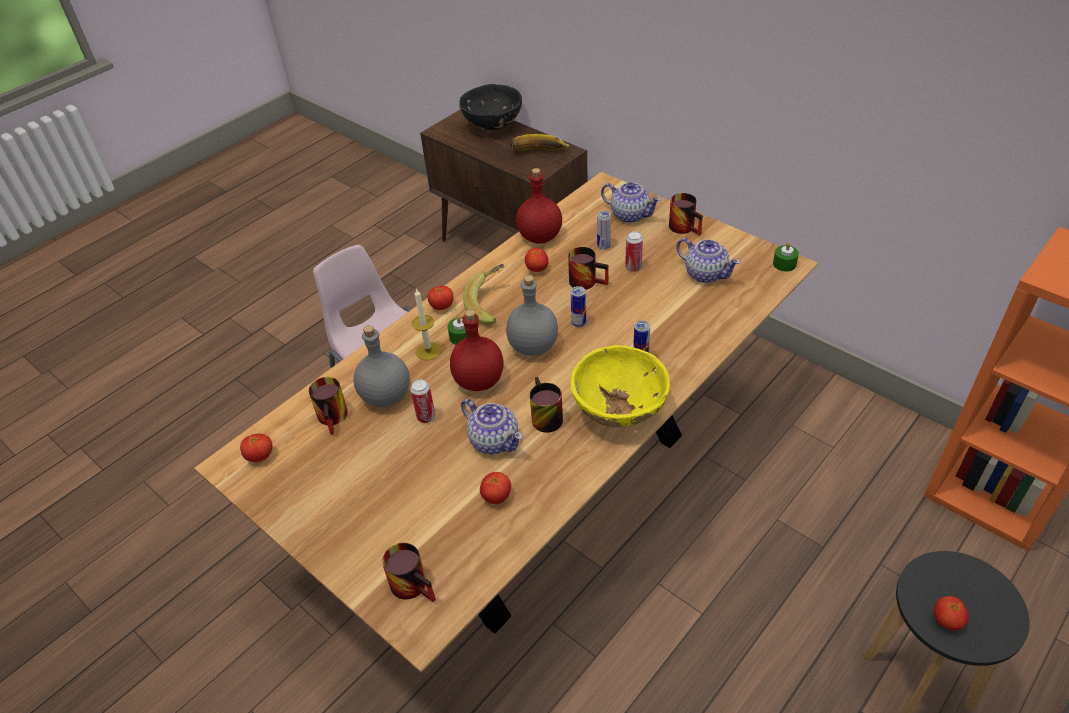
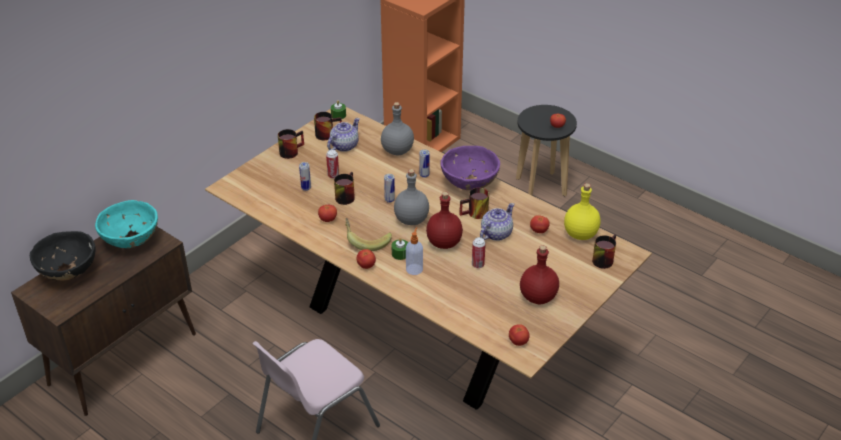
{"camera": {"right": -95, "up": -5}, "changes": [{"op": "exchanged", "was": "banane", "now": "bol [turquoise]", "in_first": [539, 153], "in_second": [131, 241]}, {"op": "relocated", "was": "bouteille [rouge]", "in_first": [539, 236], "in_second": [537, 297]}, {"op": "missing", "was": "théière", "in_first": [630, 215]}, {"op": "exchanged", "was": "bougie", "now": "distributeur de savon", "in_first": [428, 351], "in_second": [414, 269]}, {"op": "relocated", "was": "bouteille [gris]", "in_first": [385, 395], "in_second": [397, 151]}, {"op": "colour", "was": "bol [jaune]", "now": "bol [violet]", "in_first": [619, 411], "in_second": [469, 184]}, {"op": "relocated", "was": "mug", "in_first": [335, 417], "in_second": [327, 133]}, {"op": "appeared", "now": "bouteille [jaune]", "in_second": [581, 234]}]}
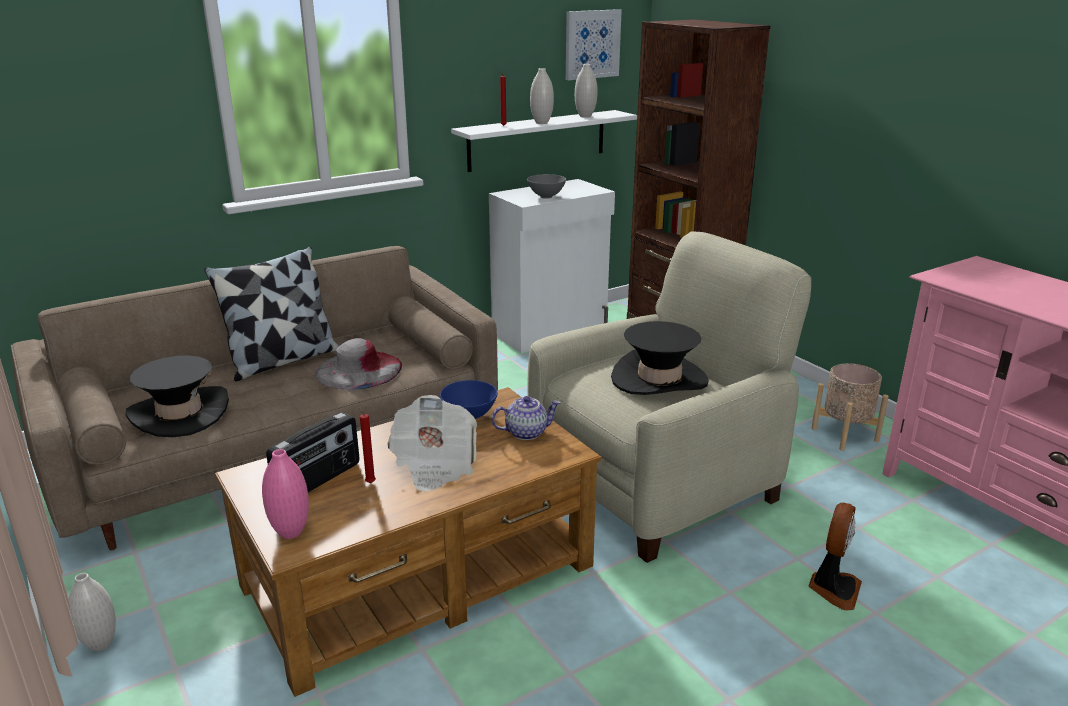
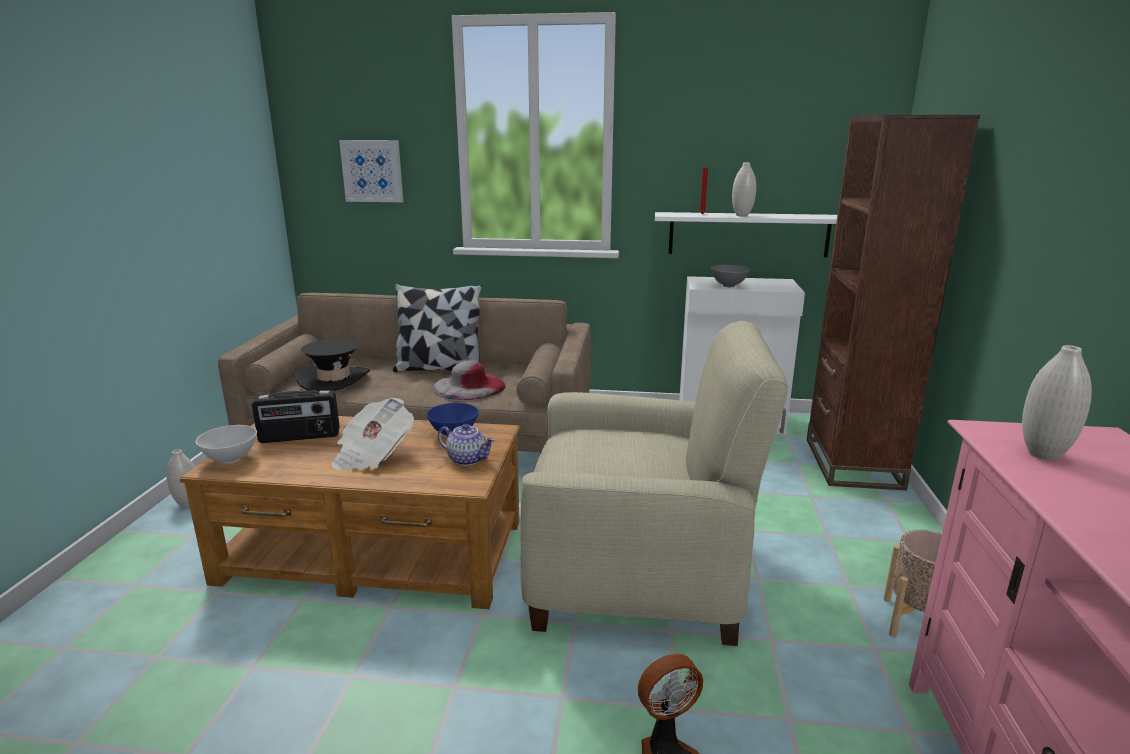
{"camera": {"right": 40, "up": -5}, "changes": [{"op": "relocated", "was": "tableau", "in_first": [592, 44], "in_second": [372, 171]}, {"op": "relocated", "was": "vase [blanc]", "in_first": [585, 116], "in_second": [1043, 455]}, {"op": "missing", "was": "chapeau [noir]", "in_first": [659, 379]}, {"op": "missing", "was": "bougie [rouge]", "in_first": [369, 482]}, {"op": "exchanged", "was": "vase [rose]", "now": "bol [blanc]", "in_first": [290, 532], "in_second": [230, 459]}]}
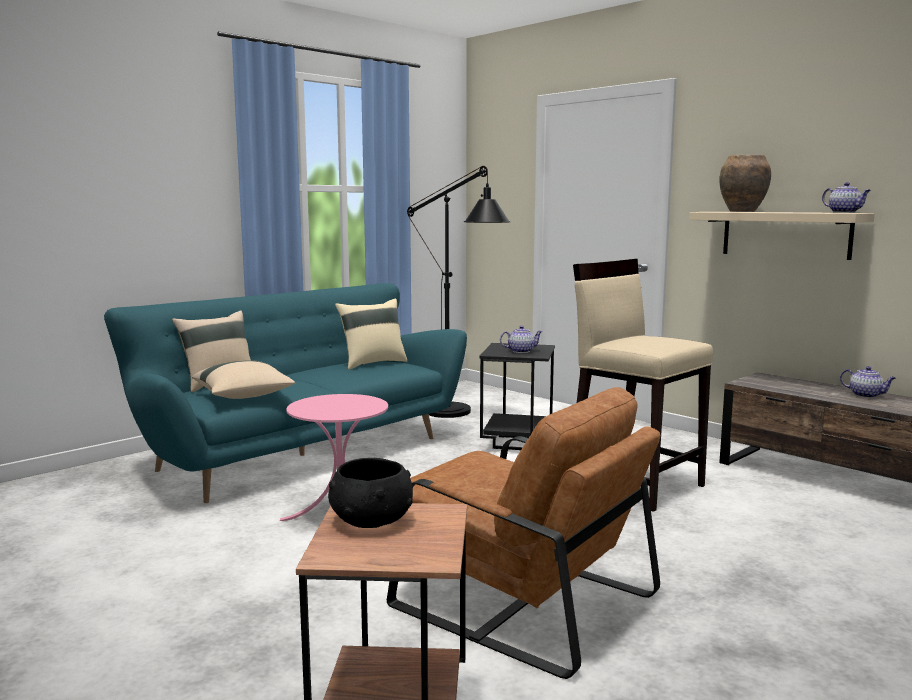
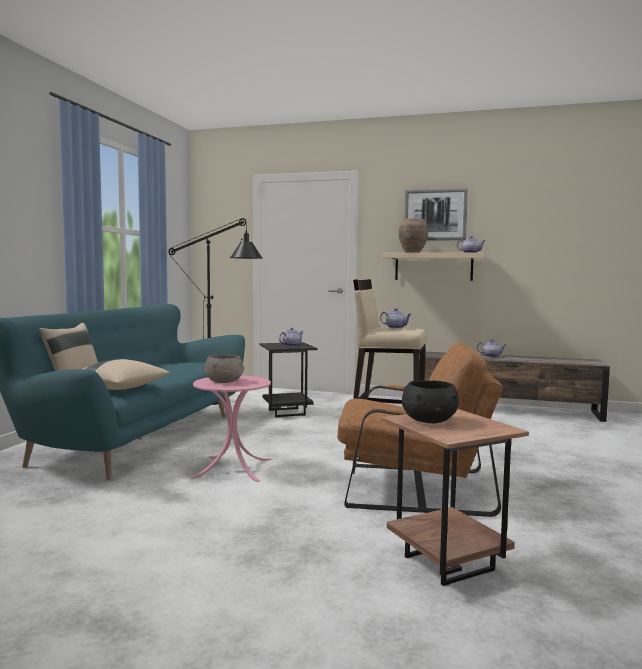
{"camera": {"right": -30, "up": -5}, "changes": [{"op": "missing", "was": "coussin [beige]", "in_first": [372, 363]}, {"op": "appeared", "now": "tableau", "in_second": [435, 215]}, {"op": "appeared", "now": "théière", "in_second": [395, 327]}, {"op": "appeared", "now": "bol [gris]", "in_second": [225, 381]}]}
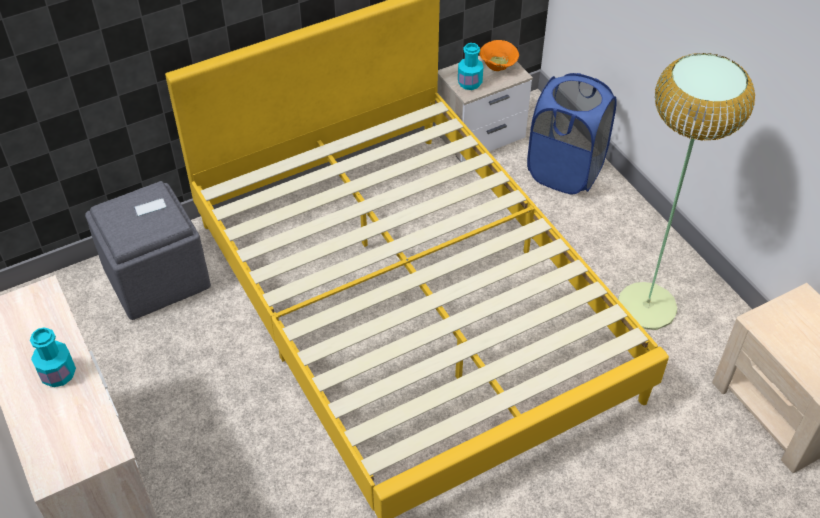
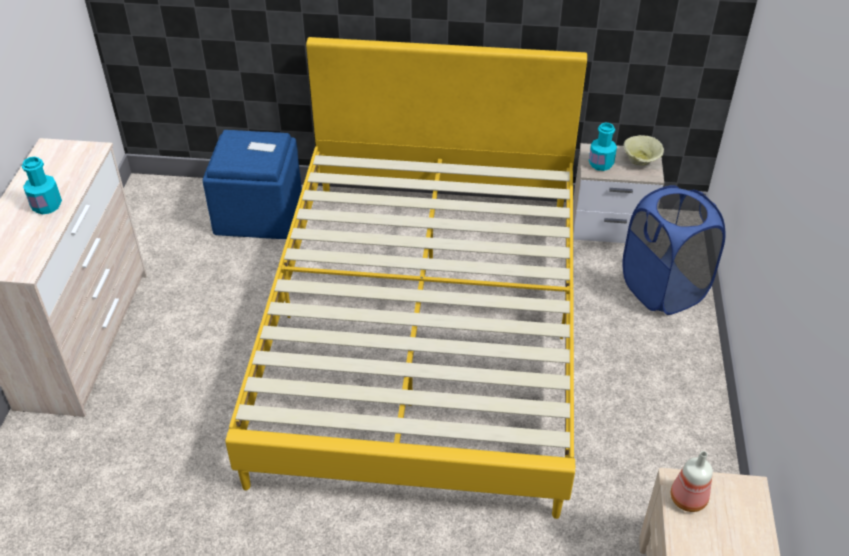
{"camera": {"right": 35, "up": -5}, "changes": [{"op": "colour", "was": "bol [orange]", "now": "bol [beige]", "in_first": [499, 65], "in_second": [641, 161]}, {"op": "missing", "was": "lampadaire", "in_first": [646, 306]}, {"op": "colour", "was": "pouf [gris]", "now": "pouf [bleu]", "in_first": [157, 275], "in_second": [259, 213]}, {"op": "appeared", "now": "bouteille", "in_second": [686, 498]}]}
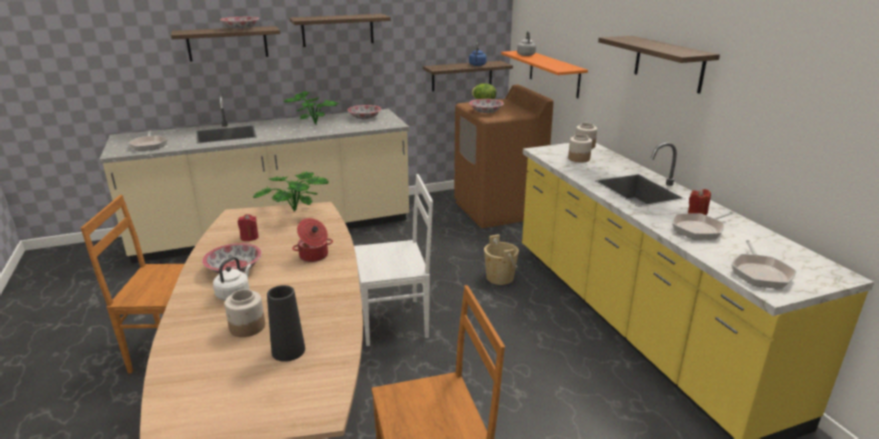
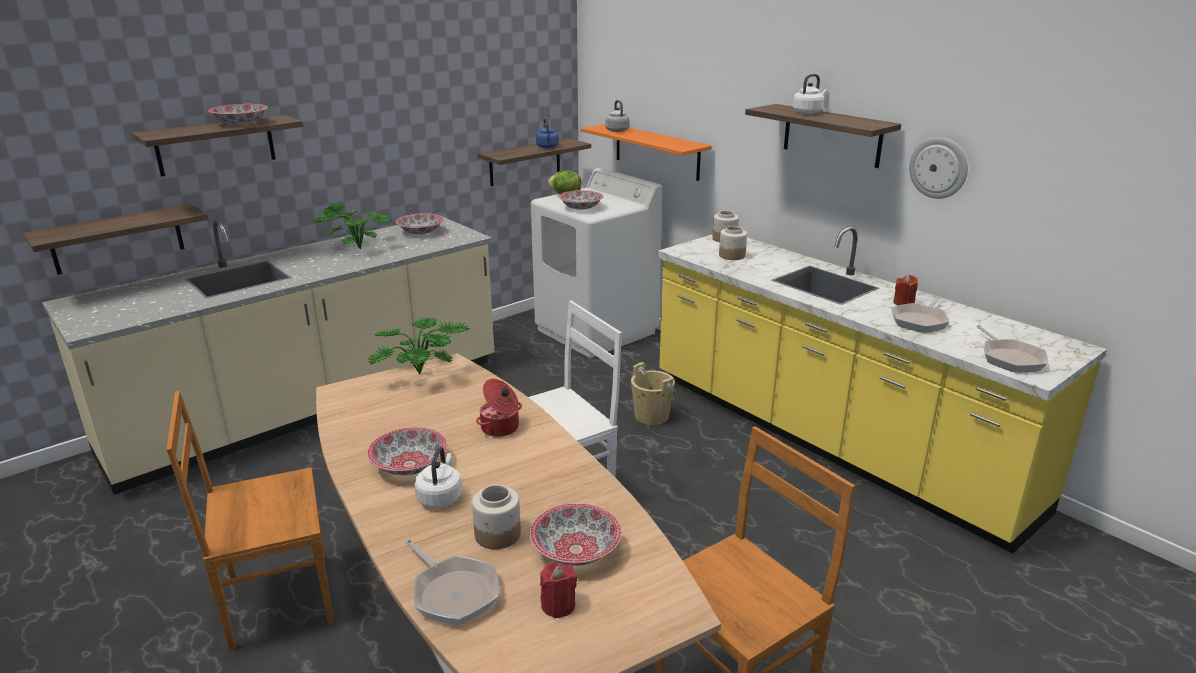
{"camera": {"right": -20, "up": 0}, "changes": [{"op": "relocated", "was": "étagère", "in_first": [337, 30], "in_second": [117, 239]}, {"op": "colour", "was": "lave-linge [marron]", "now": "lave-linge [blanc]", "in_first": [498, 210], "in_second": [596, 331]}, {"op": "relocated", "was": "poêle", "in_first": [149, 145], "in_second": [453, 592]}, {"op": "relocated", "was": "bougie [rouge]", "in_first": [249, 237], "in_second": [558, 605]}, {"op": "exchanged", "was": "vase [noir]", "now": "bol", "in_first": [288, 351], "in_second": [576, 551]}, {"op": "appeared", "now": "bouilloire [blanc]", "in_second": [808, 112]}, {"op": "appeared", "now": "horloge murale", "in_second": [938, 168]}]}
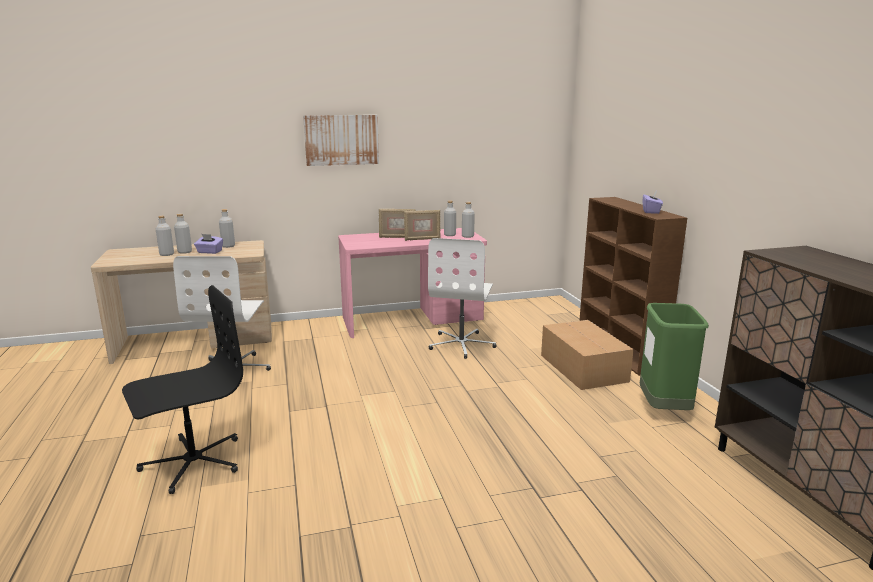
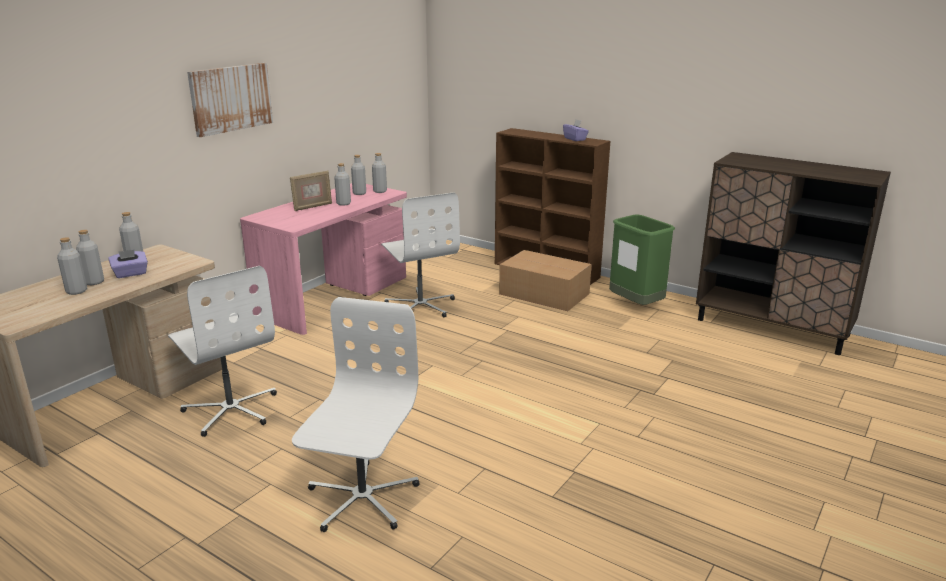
{"camera": {"right": -40, "up": 5}, "changes": [{"op": "exchanged", "was": "cadre photo", "now": "bouteille [gris]", "in_first": [422, 239], "in_second": [343, 203]}, {"op": "colour", "was": "chaise de bureau [noir]", "now": "chaise de bureau [blanc]", "in_first": [192, 462], "in_second": [361, 498]}]}
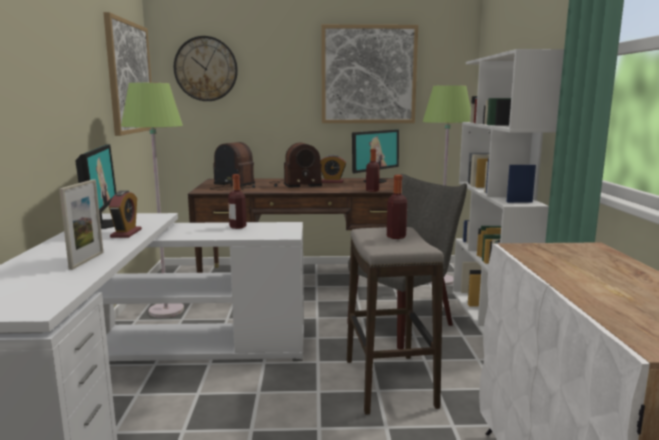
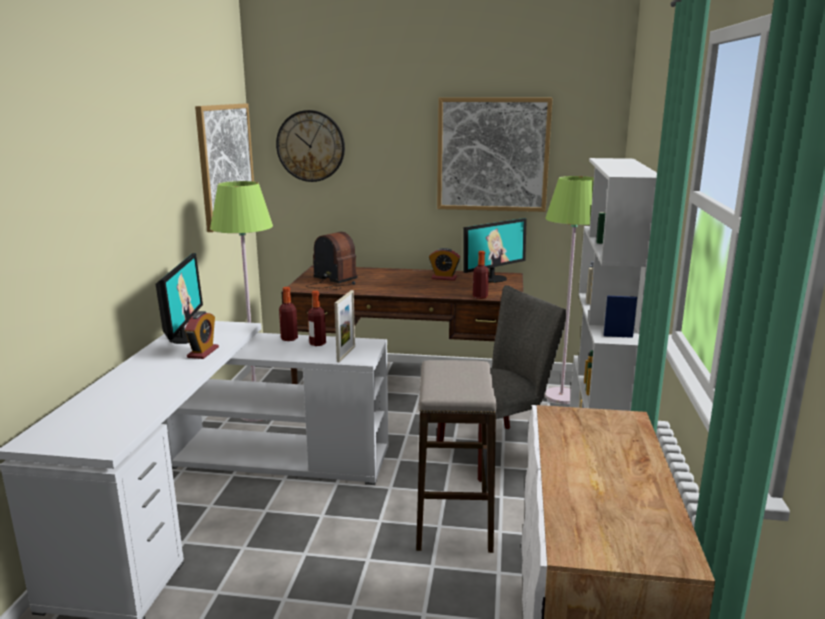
{"camera": {"right": 10, "up": 5}, "changes": [{"op": "missing", "was": "radio", "in_first": [294, 185]}, {"op": "relocated", "was": "bouteille", "in_first": [396, 237], "in_second": [289, 338]}, {"op": "relocated", "was": "cadre photo", "in_first": [87, 260], "in_second": [346, 354]}]}
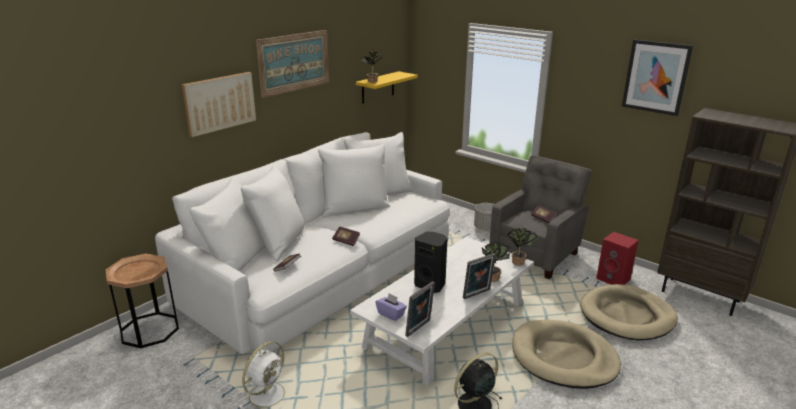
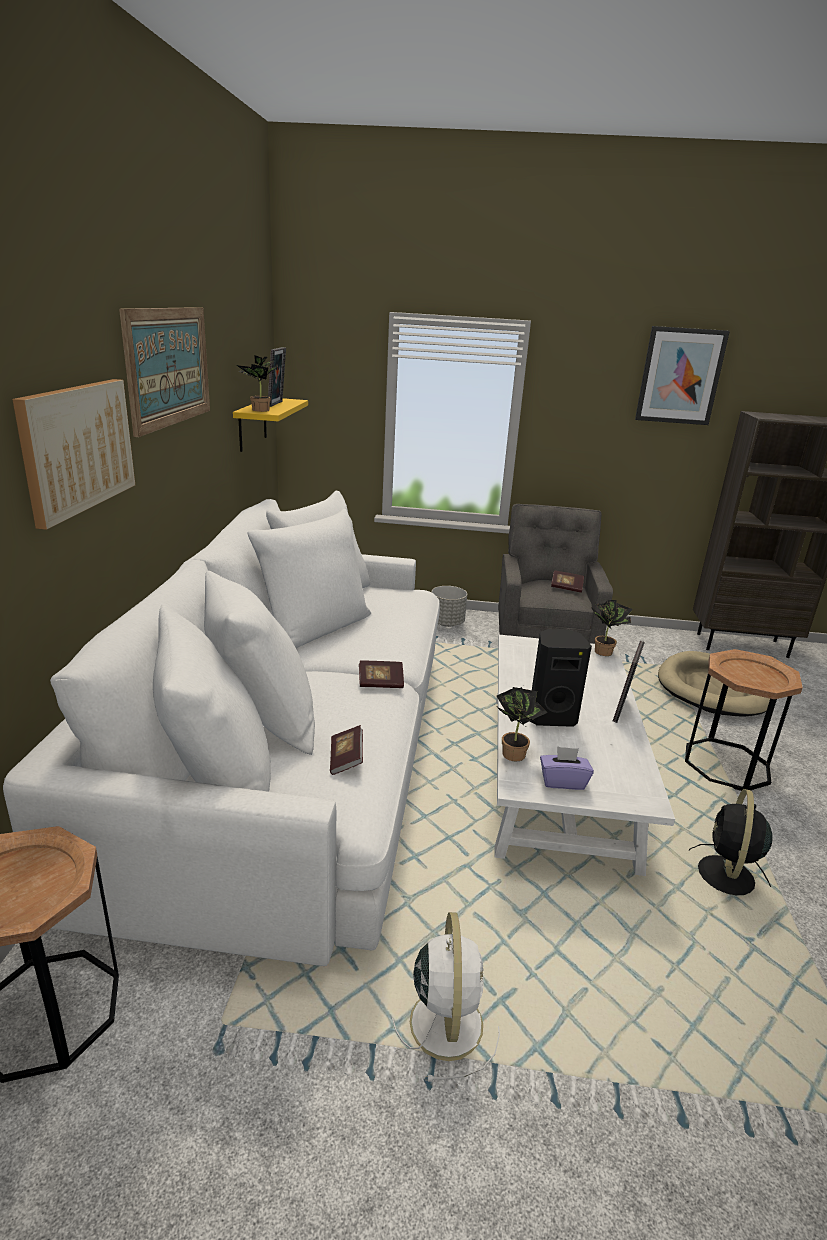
{"camera": {"right": -35, "up": 0}, "changes": [{"op": "missing", "was": "enceinte [rouge]", "in_first": [614, 279]}, {"op": "relocated", "was": "plante en pot", "in_first": [493, 277], "in_second": [513, 752]}, {"op": "relocated", "was": "cadre photo", "in_first": [419, 328], "in_second": [277, 404]}, {"op": "exchanged", "was": "panier pour chien [beige]", "now": "table d'appoint [marron]", "in_first": [563, 357], "in_second": [726, 764]}]}
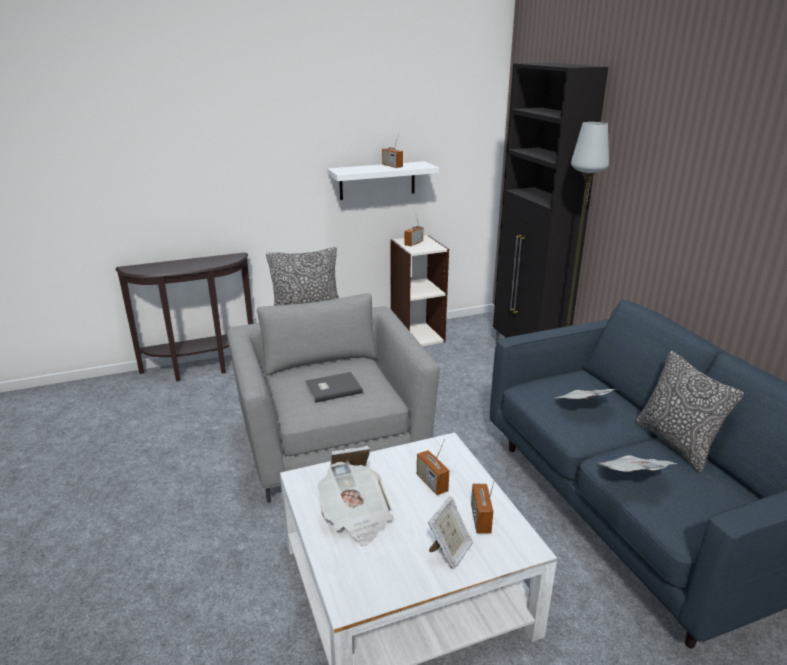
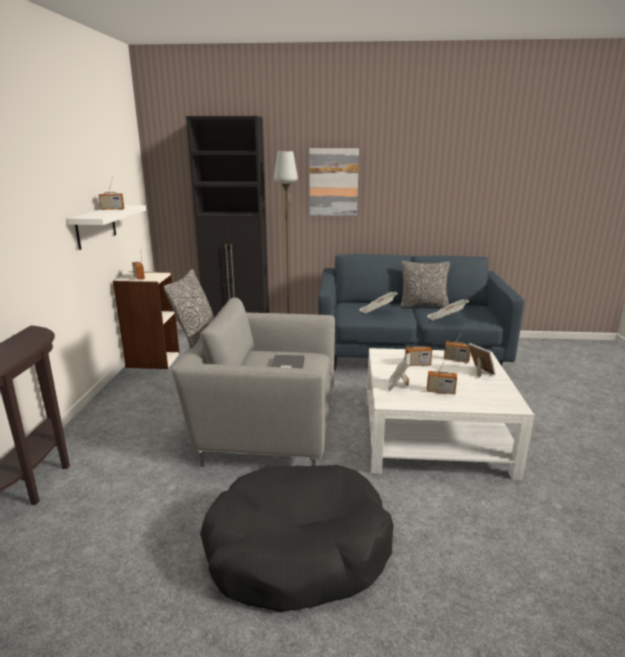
{"camera": {"right": -65, "up": -5}, "changes": [{"op": "exchanged", "was": "journal", "now": "radio", "in_first": [356, 518], "in_second": [440, 391]}, {"op": "appeared", "now": "tableau", "in_second": [333, 182]}, {"op": "appeared", "now": "panier pour chien [noir]", "in_second": [297, 550]}]}
